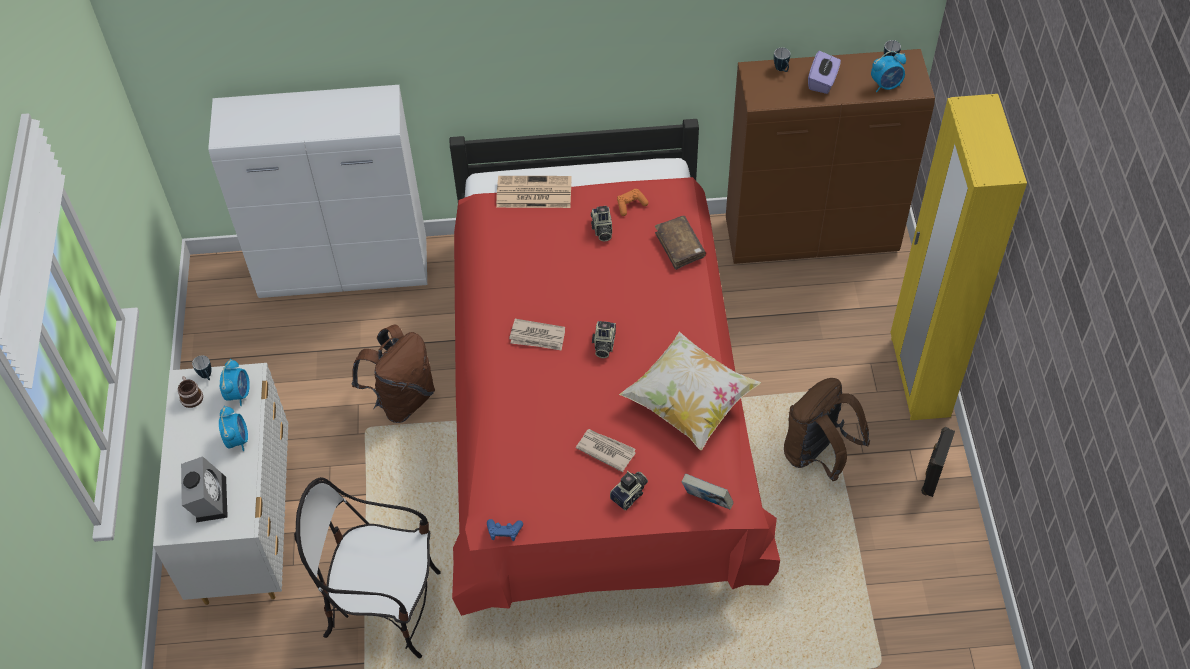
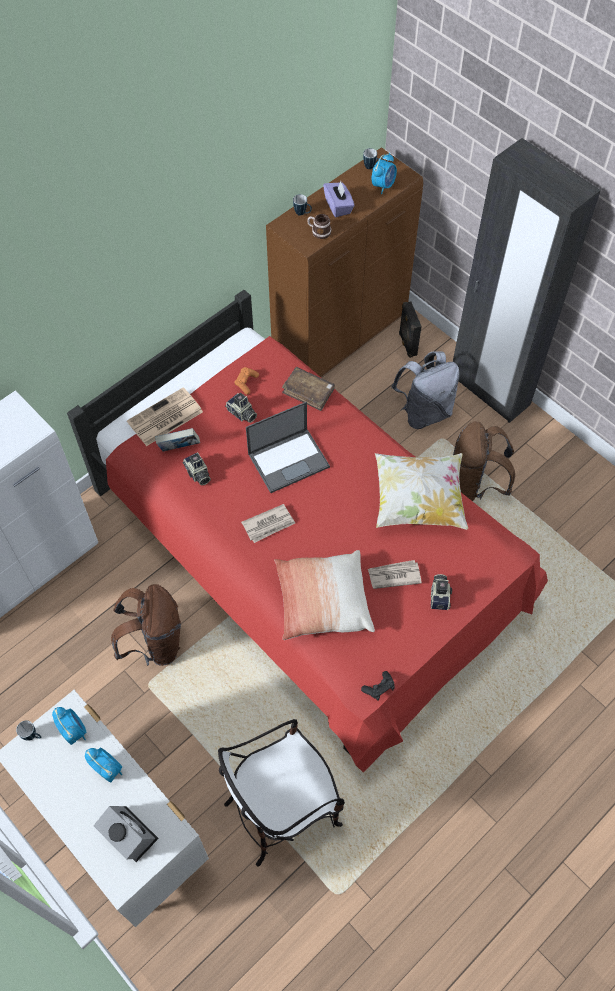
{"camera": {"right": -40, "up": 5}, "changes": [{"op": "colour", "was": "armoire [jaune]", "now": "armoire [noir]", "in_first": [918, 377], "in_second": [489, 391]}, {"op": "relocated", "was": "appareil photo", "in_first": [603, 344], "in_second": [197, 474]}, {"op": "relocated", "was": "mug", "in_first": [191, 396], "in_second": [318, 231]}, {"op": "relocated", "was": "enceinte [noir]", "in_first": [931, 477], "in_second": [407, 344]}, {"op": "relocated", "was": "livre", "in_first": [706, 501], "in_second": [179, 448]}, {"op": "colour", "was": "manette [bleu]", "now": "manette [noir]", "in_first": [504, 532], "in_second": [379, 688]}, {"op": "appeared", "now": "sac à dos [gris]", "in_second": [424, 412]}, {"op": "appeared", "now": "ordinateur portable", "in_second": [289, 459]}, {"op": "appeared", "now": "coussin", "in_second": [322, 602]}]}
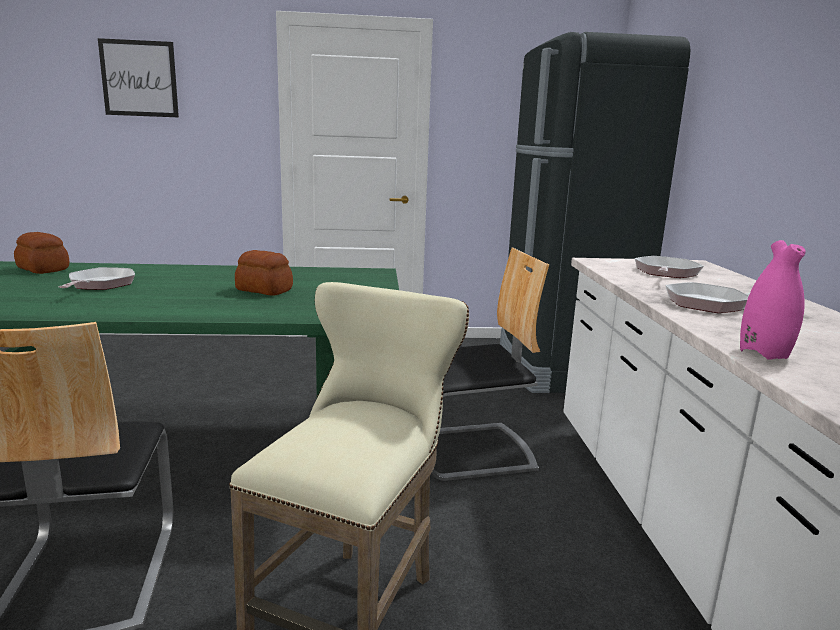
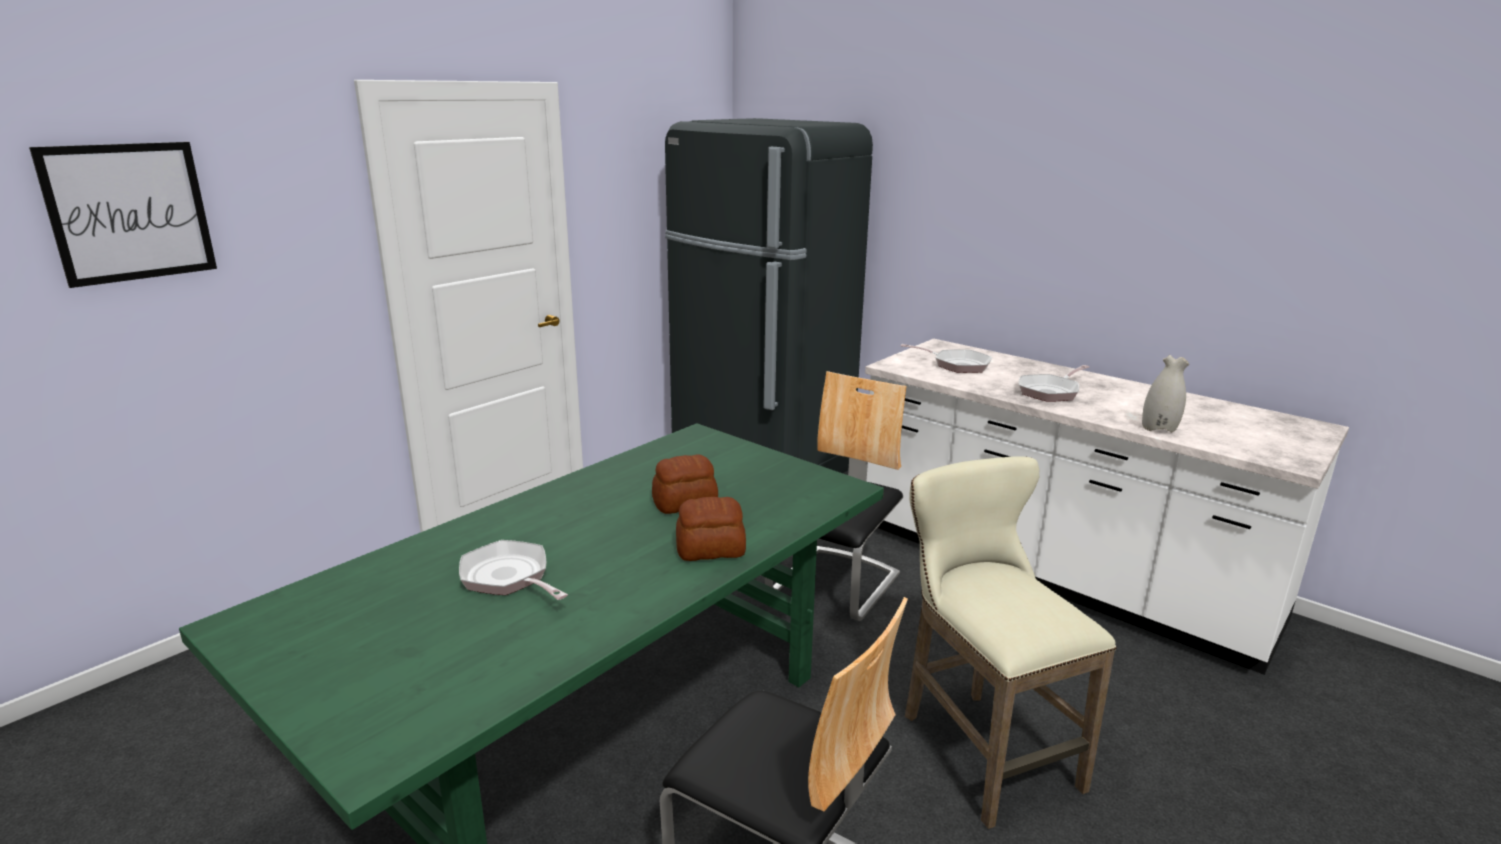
{"camera": {"right": -45, "up": 5}, "changes": [{"op": "relocated", "was": "pain", "in_first": [43, 269], "in_second": [711, 549]}, {"op": "colour", "was": "vase [rose]", "now": "vase [blanc]", "in_first": [764, 354], "in_second": [1159, 429]}, {"op": "spun", "was": "poêle", "in_first": [666, 273], "in_second": [957, 365], "clockwise": 135}]}
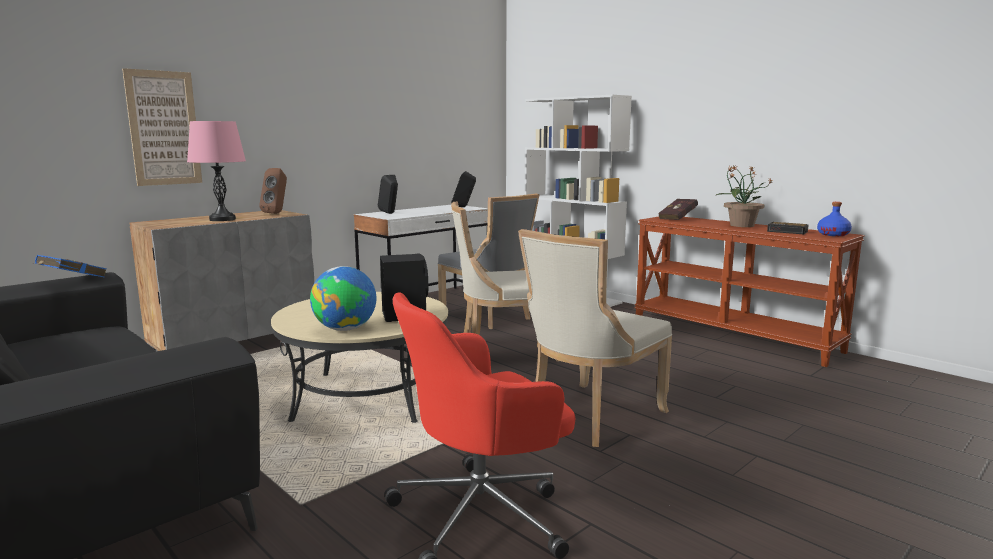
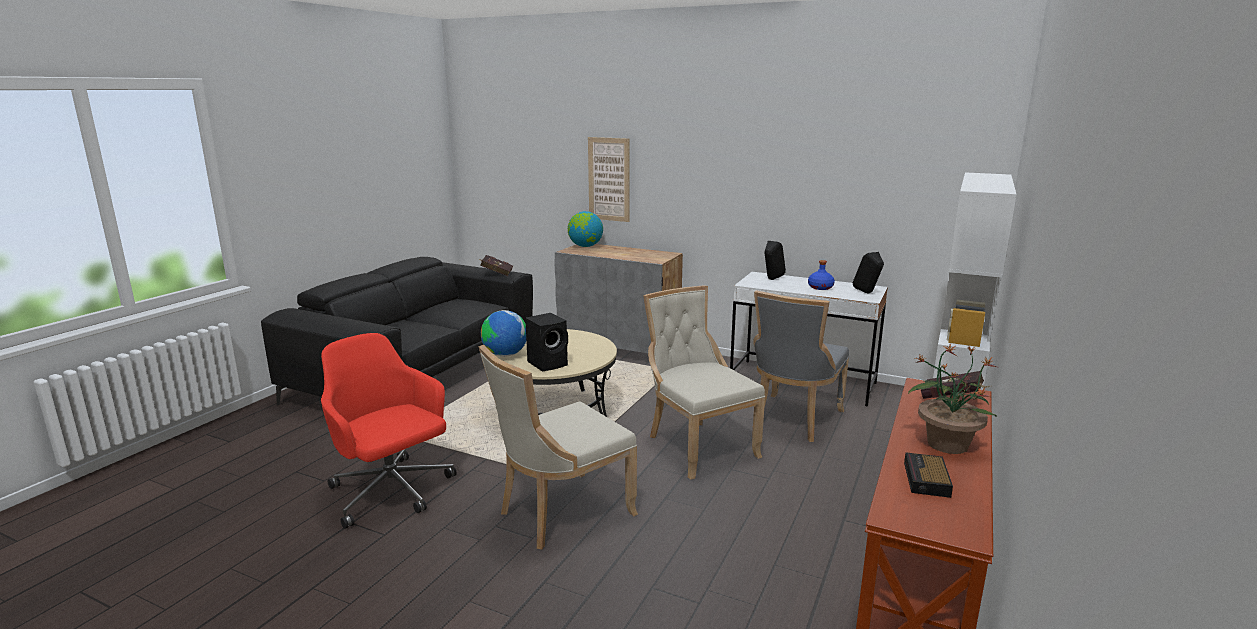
{"camera": {"right": 70, "up": 5}, "changes": [{"op": "missing", "was": "lampe de table [rose]", "in_first": [222, 219]}, {"op": "missing", "was": "enceinte [marron]", "in_first": [277, 213]}, {"op": "relocated", "was": "bouteille [bleu]", "in_first": [833, 234], "in_second": [820, 287]}, {"op": "spun", "was": "chaise [beige]", "in_first": [590, 417], "in_second": [561, 513], "clockwise": -60}, {"op": "colour", "was": "livre [bleu]", "now": "livre [rouge]", "in_first": [70, 280], "in_second": [495, 273]}, {"op": "appeared", "now": "globe", "in_second": [585, 246]}]}
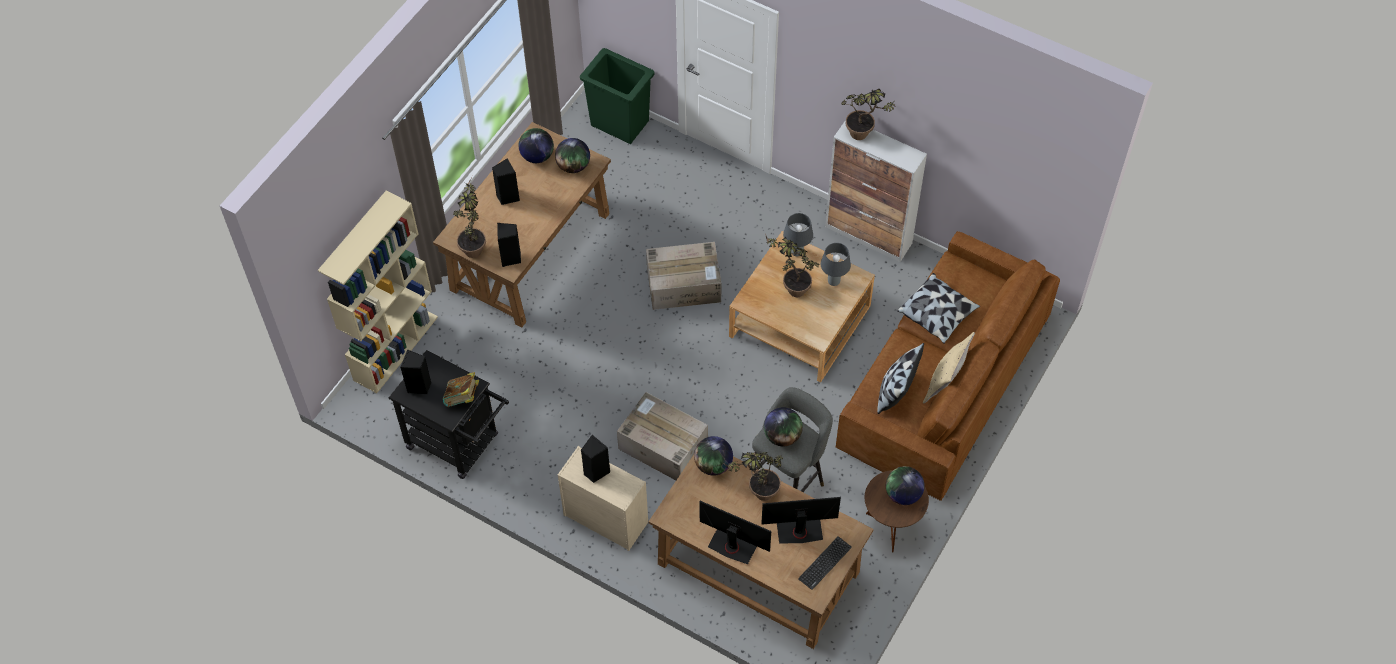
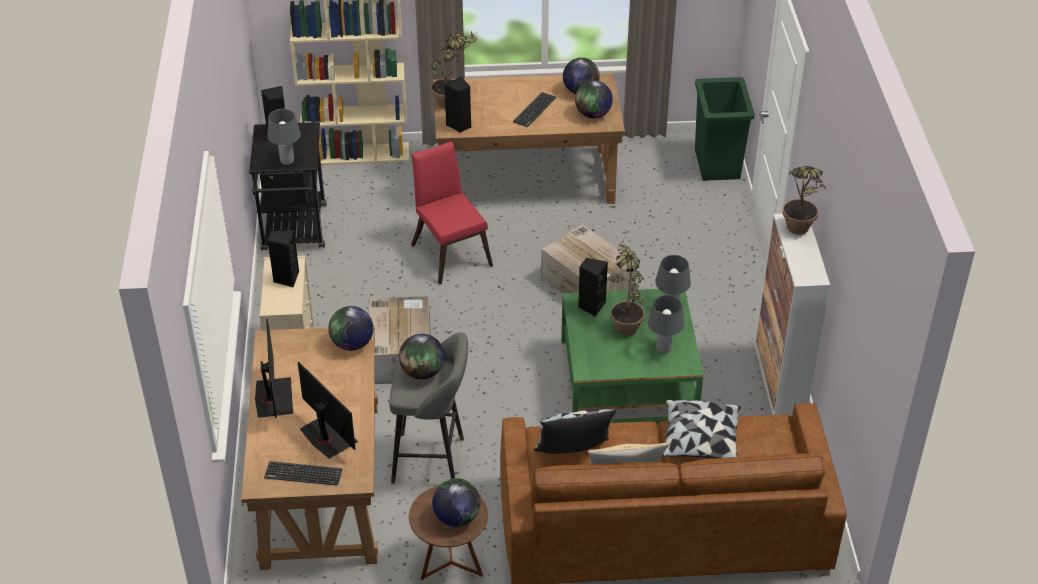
{"camera": {"right": 55, "up": -15}, "changes": [{"op": "relocated", "was": "enceinte [noir]", "in_first": [507, 197], "in_second": [591, 306]}, {"op": "colour", "was": "table basse [beige]", "now": "table basse [vert]", "in_first": [800, 321], "in_second": [627, 380]}, {"op": "exchanged", "was": "livre", "now": "lampe de table [gris]", "in_first": [462, 398], "in_second": [287, 161]}, {"op": "missing", "was": "plante en pot", "in_first": [757, 493]}, {"op": "appeared", "now": "clavier", "in_second": [534, 110]}, {"op": "appeared", "now": "chaise [rouge]", "in_second": [450, 252]}]}
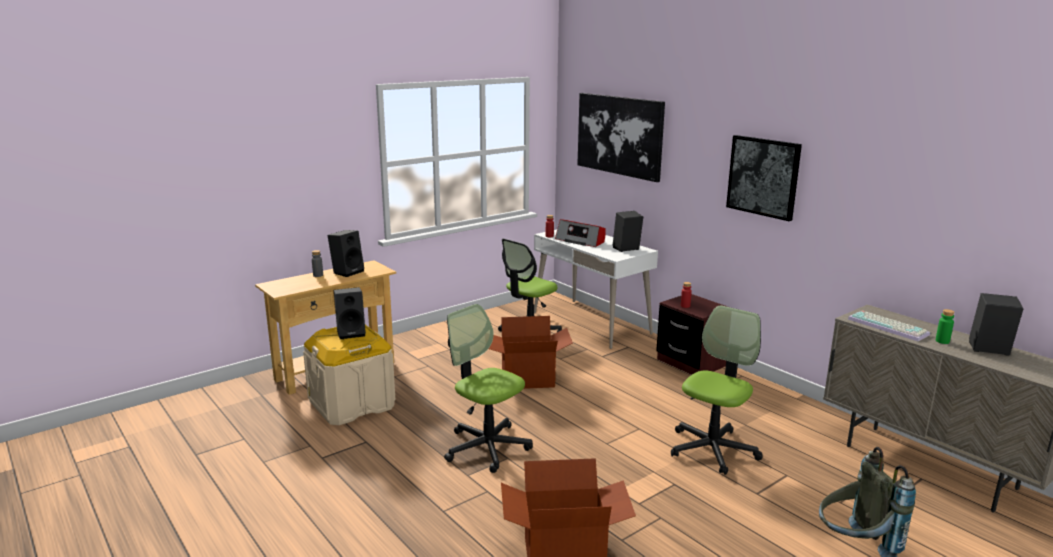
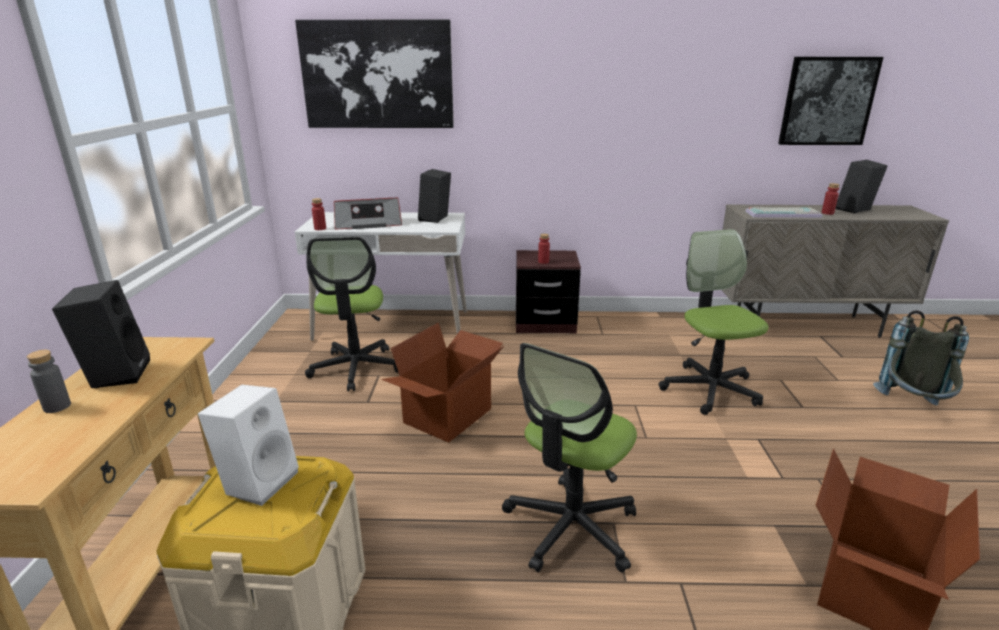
{"camera": {"right": -50, "up": 5}, "changes": [{"op": "relocated", "was": "tableau", "in_first": [763, 176], "in_second": [827, 101]}, {"op": "colour", "was": "enceinte [noir]", "now": "enceinte [blanc]", "in_first": [352, 333], "in_second": [259, 481]}, {"op": "spun", "was": "chaise de bureau", "in_first": [487, 447], "in_second": [571, 527], "clockwise": -45}, {"op": "colour", "was": "bouteille [vert]", "now": "bouteille [rouge]", "in_first": [942, 341], "in_second": [827, 213]}]}
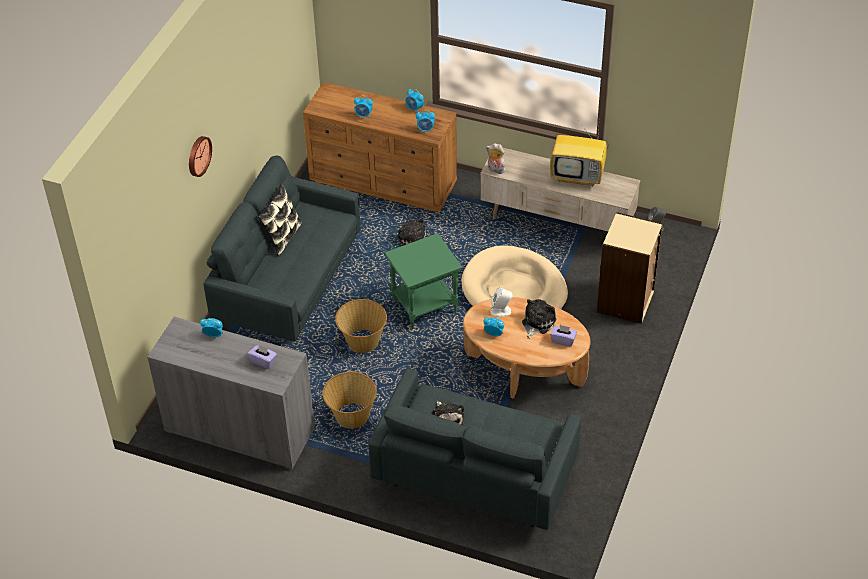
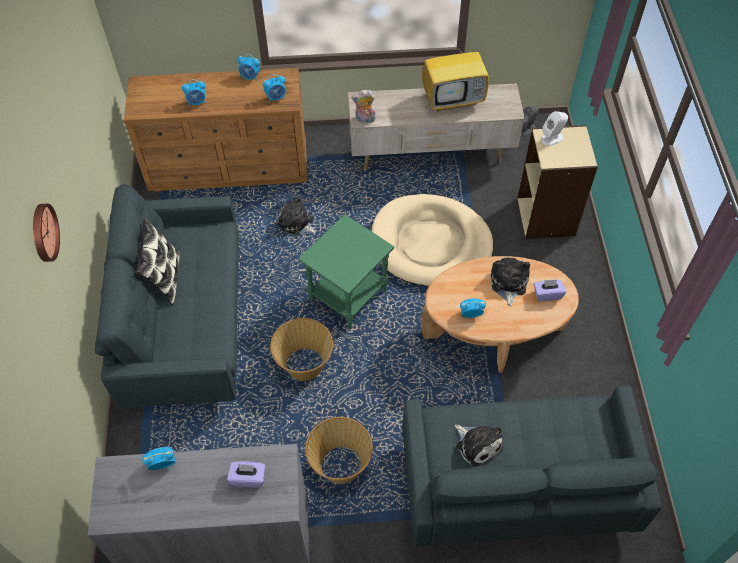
{"camera": {"right": -25, "up": 10}, "changes": [{"op": "relocated", "was": "enceinte [blanc]", "in_first": [501, 311], "in_second": [552, 138]}]}
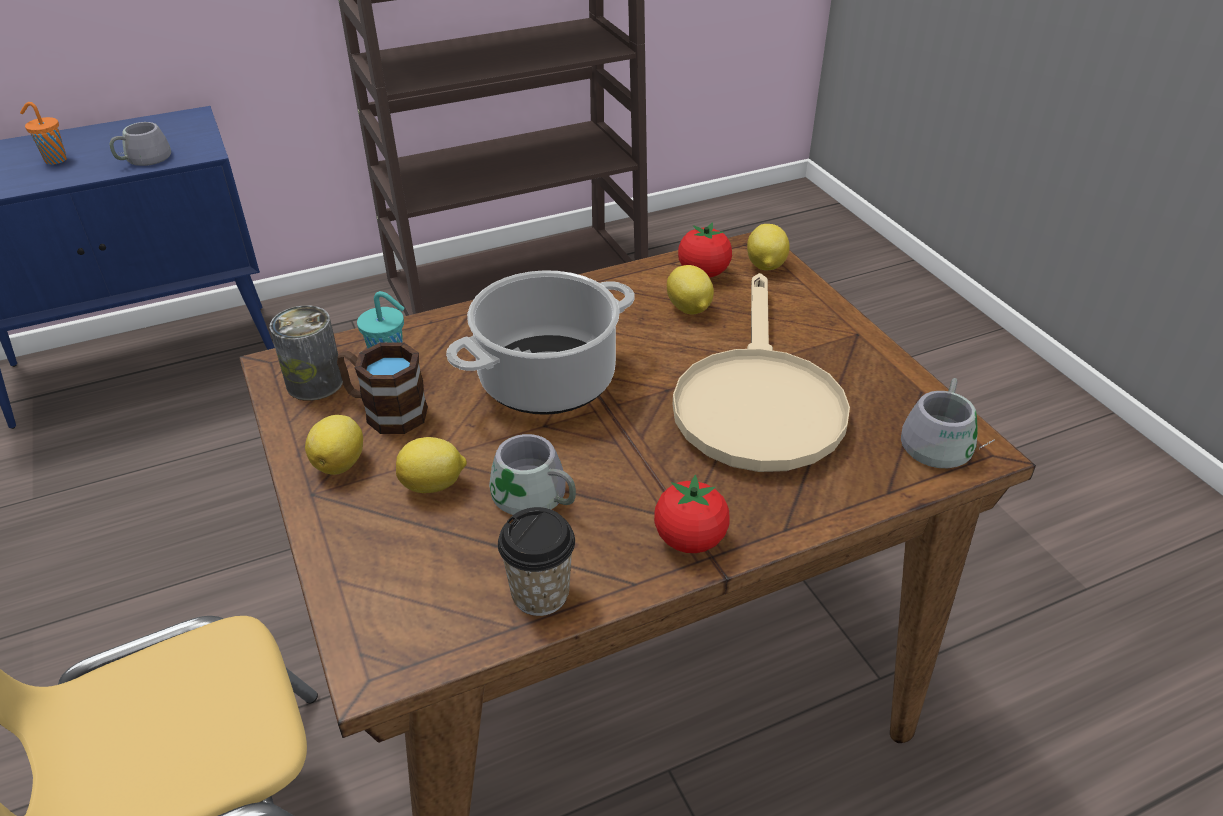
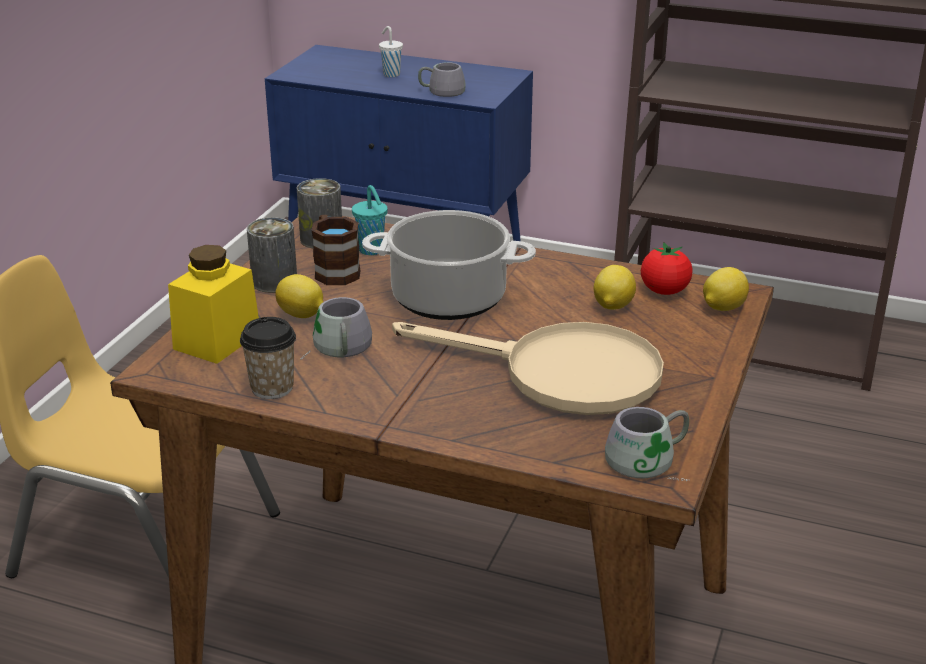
{"camera": {"right": 45, "up": -10}, "changes": [{"op": "colour", "was": "tasse [orange]", "now": "tasse [blanc]", "in_first": [54, 160], "in_second": [391, 74]}, {"op": "spun", "was": "poêle [beige]", "in_first": [756, 401], "in_second": [560, 374], "clockwise": -120}, {"op": "exchanged", "was": "citron", "now": "boîte métallique", "in_first": [341, 463], "in_second": [274, 282]}, {"op": "missing", "was": "tomate", "in_first": [690, 539]}, {"op": "appeared", "now": "bocal [jaune]", "in_second": [217, 340]}]}
